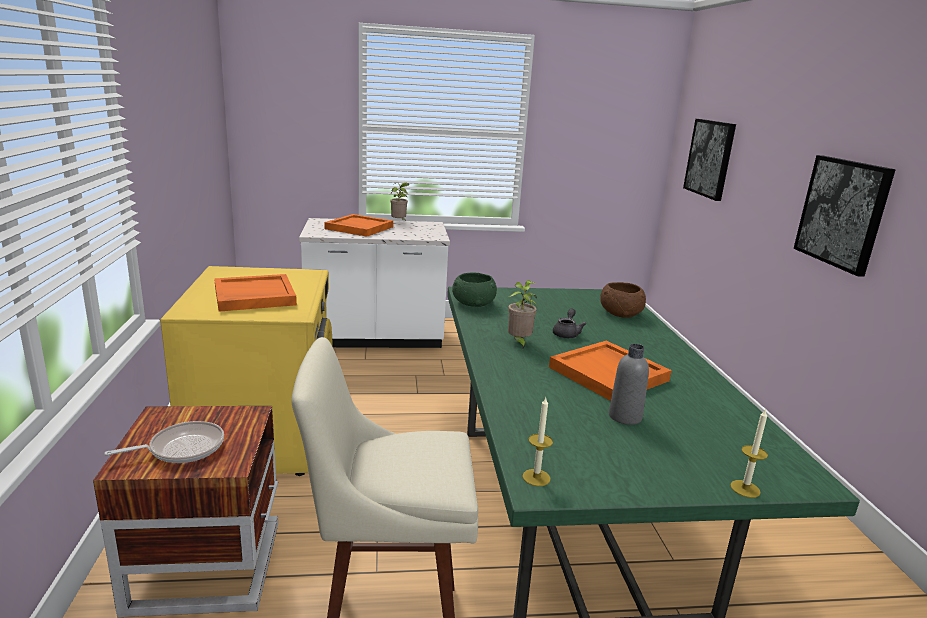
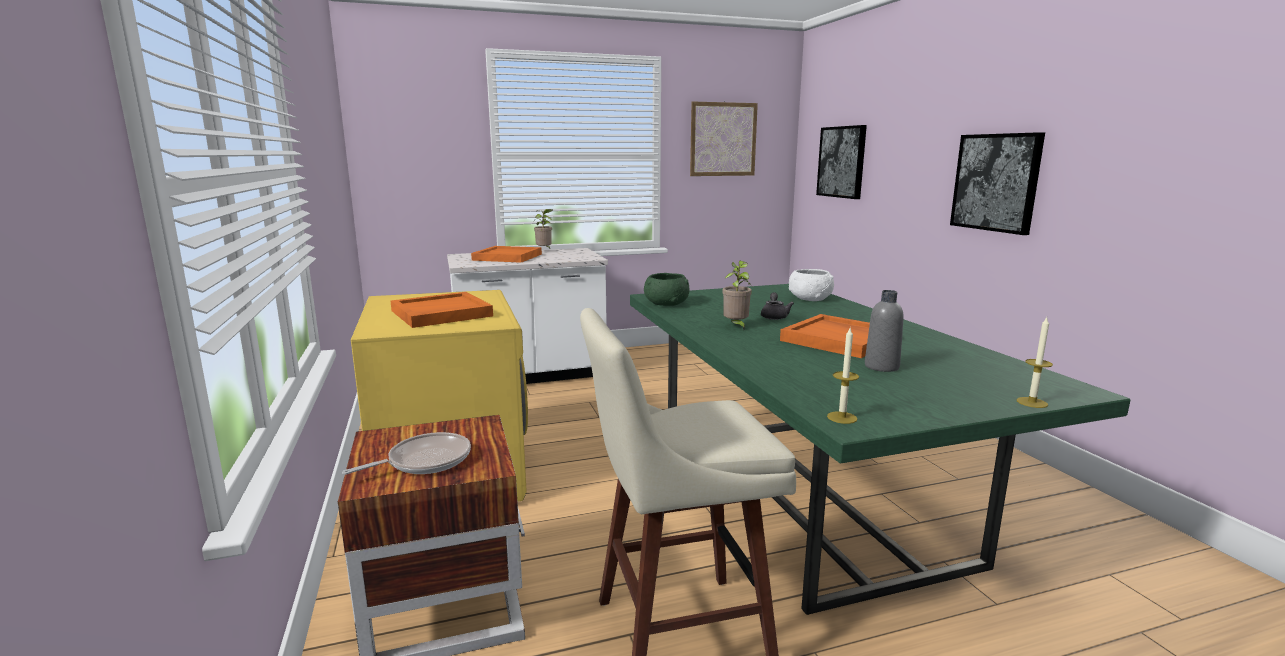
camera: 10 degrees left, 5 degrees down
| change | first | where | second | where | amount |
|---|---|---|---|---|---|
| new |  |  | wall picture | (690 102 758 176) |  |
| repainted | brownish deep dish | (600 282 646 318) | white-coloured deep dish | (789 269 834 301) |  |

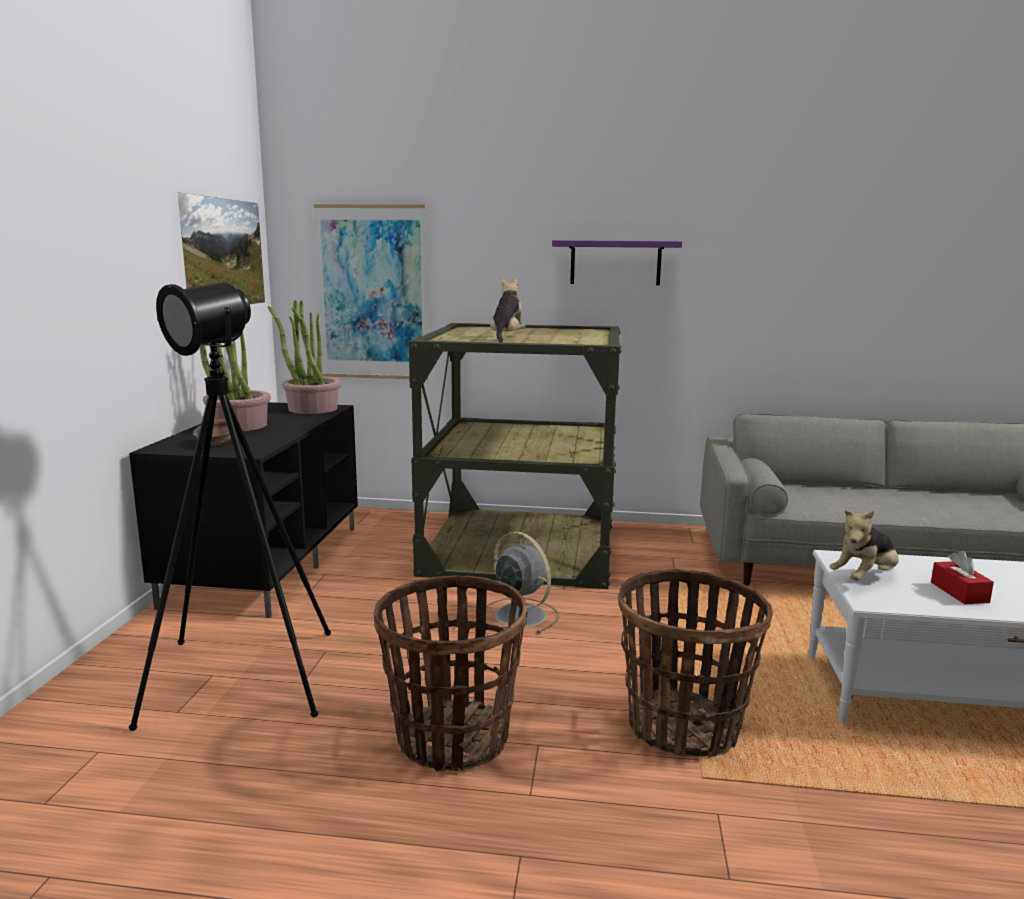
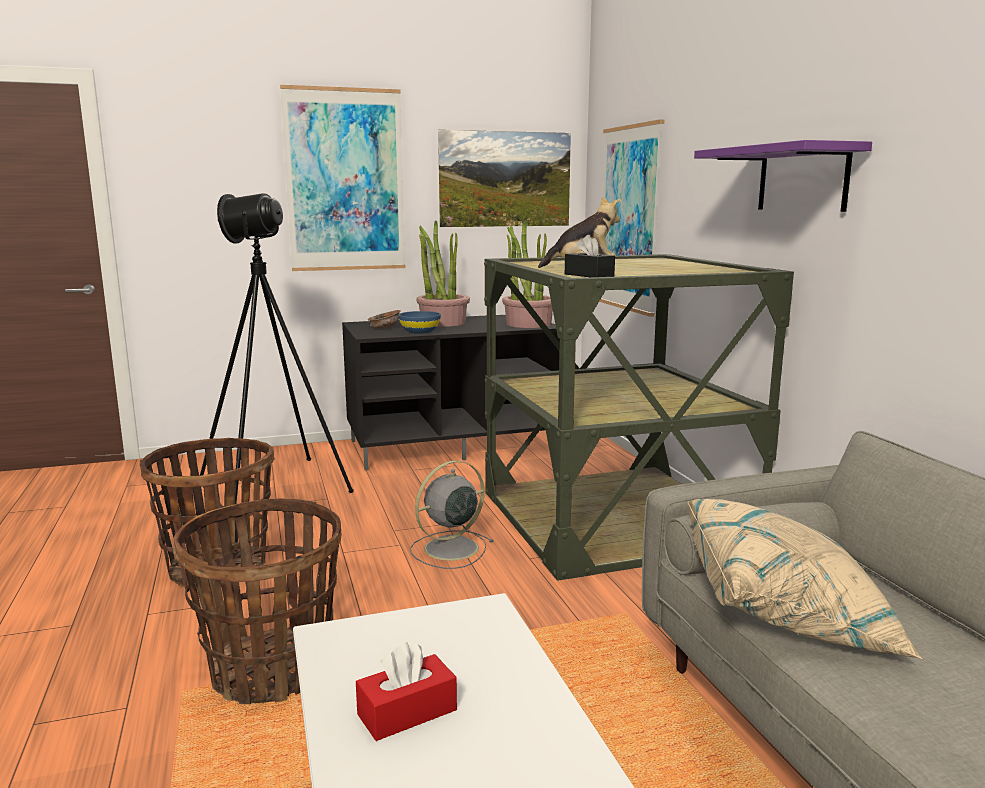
camera: 65 degrees right, 0 degrees up
| change | first | where | second | where | amount |
|---|---|---|---|---|---|
| gone | plush toy | (829 510 899 581) |  |  |  |
| new |  |  | wall picture | (280 85 405 271) |  |
| new |  |  | bluish deep dish | (399 311 441 334) |  |
| new |  |  | black-coloured box of tissues | (565 235 615 277) |  |
| new |  |  | beige throw pillow | (688 499 922 659) |  |
| rotated | greyish cooling fan | (486 531 559 634) |  | (410 460 494 569) | 150 degrees counterclockwise |

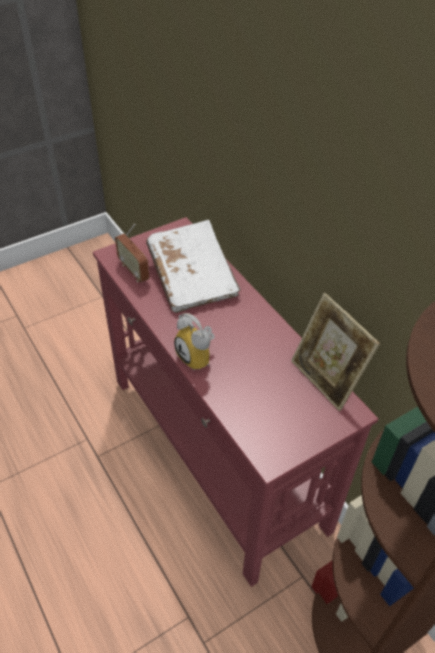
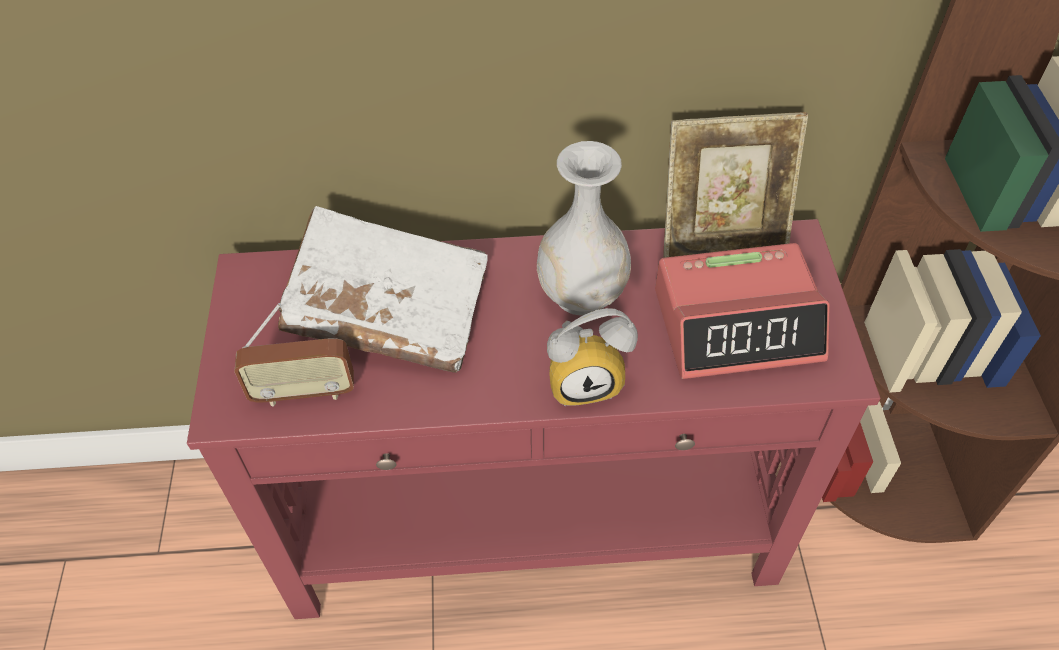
camera: 60 degrees left, 5 degrees up
| change | first | where | second | where | amount |
|---|---|---|---|---|---|
| new |  |  | white-coloured vase | (537 141 631 316) |  |
| new |  |  | table clock | (655 243 830 379) |  |

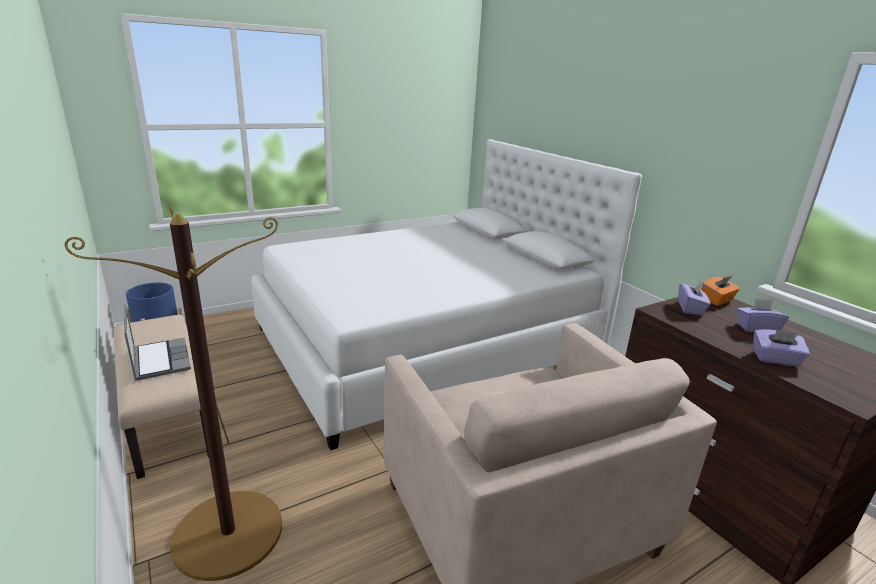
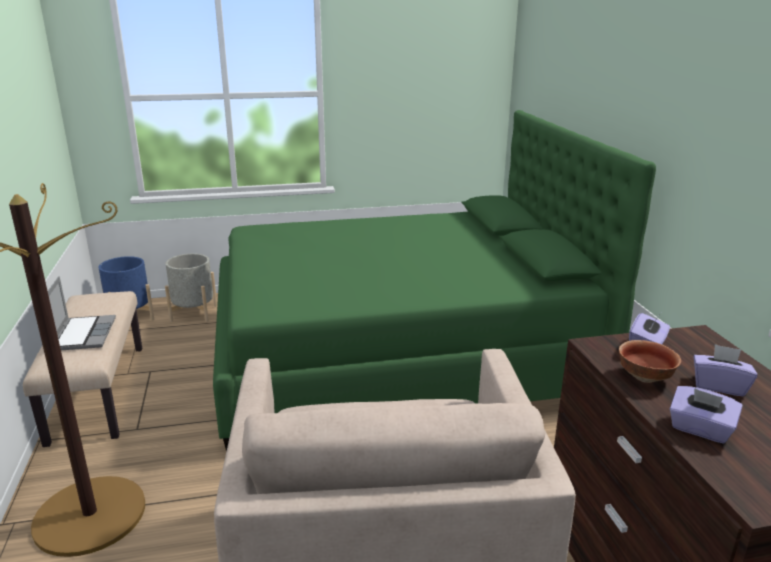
camera: 20 degrees right, 0 degrees up
| change | first | where | second | where | amount |
|---|---|---|---|---|---|
| gone | orangey box of tissues | (702 276 740 306) |  |  |  |
| new |  |  | greyish planter | (165 254 217 322) |  |
| new |  |  | deep dish | (619 340 681 383) |  |
| repainted | white-coloured bedroom bed | (251 139 642 450) | green-coloured bedroom bed | (213 110 656 451) |  |

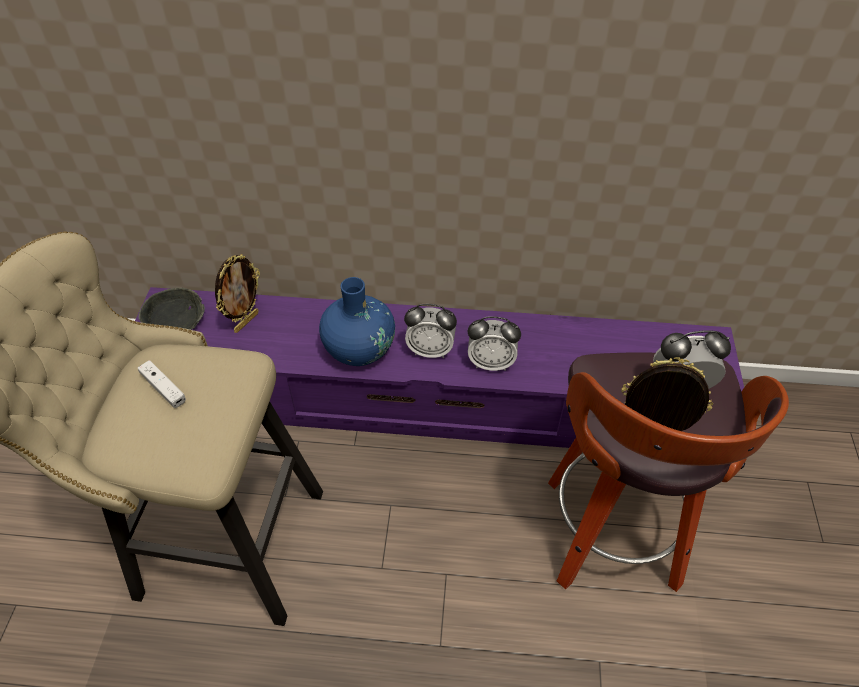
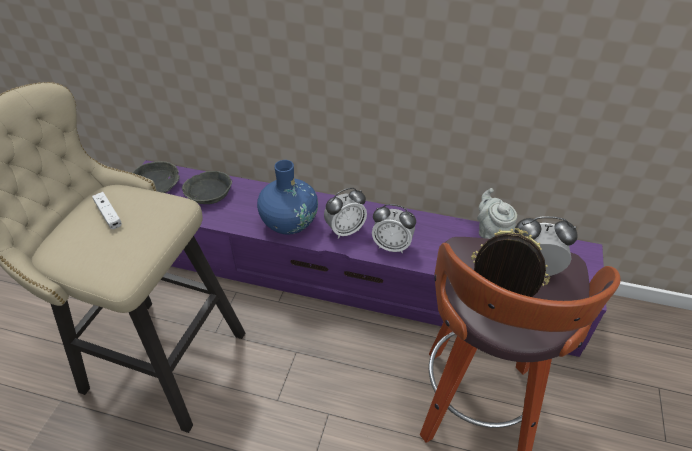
camera: 10 degrees right, 5 degrees down
| change | first | where | second | where | amount |
|---|---|---|---|---|---|
| new |  |  | greyish teapot | (477 188 517 239) |  |
| swapped | standing frame | (215 254 260 333) | greyish deep dish | (182 171 232 204) |  |
| rotated | table clock | (404 304 457 358) |  | (324 188 367 239) | 45 degrees counterclockwise |

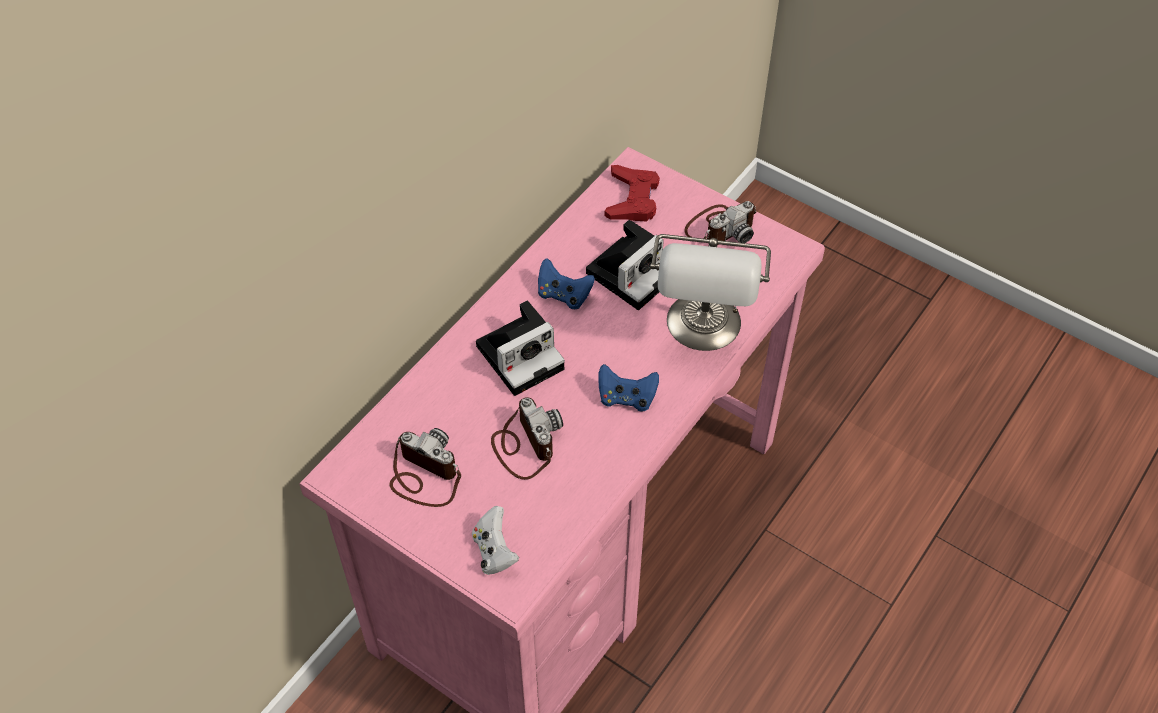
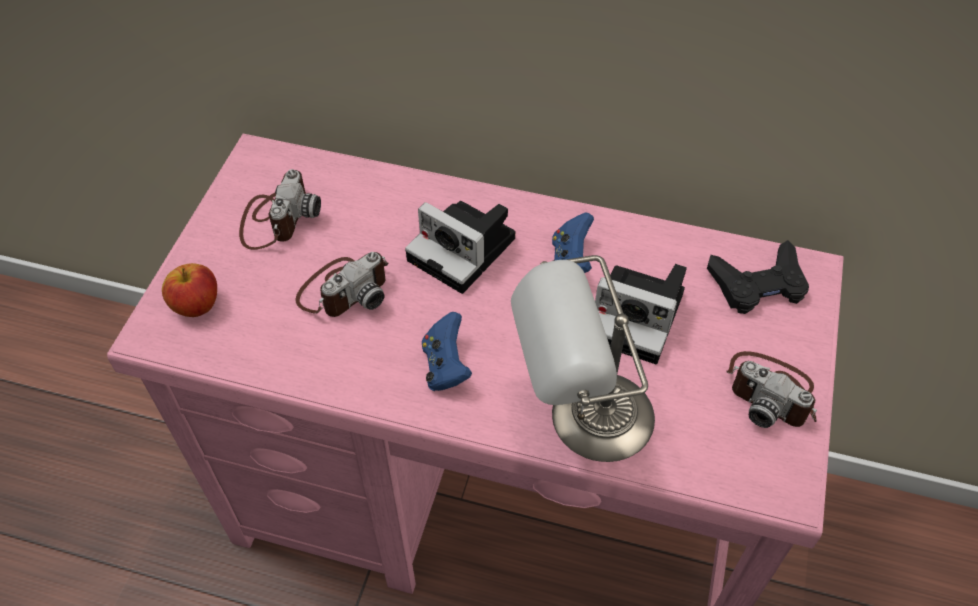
camera: 70 degrees right, 0 degrees up
| change | first | where | second | where | amount |
|---|---|---|---|---|---|
| swapped | white-coloured joypad | (472 506 519 575) | apple | (162 263 217 317) |  |
| repainted | reddish joypad | (605 165 660 222) | black-coloured joypad | (707 240 809 314) |  |

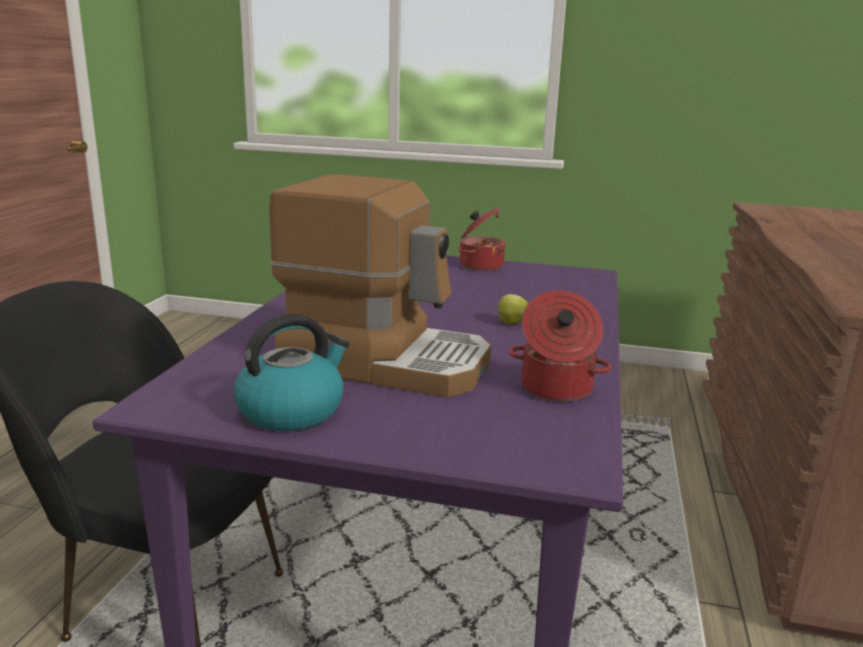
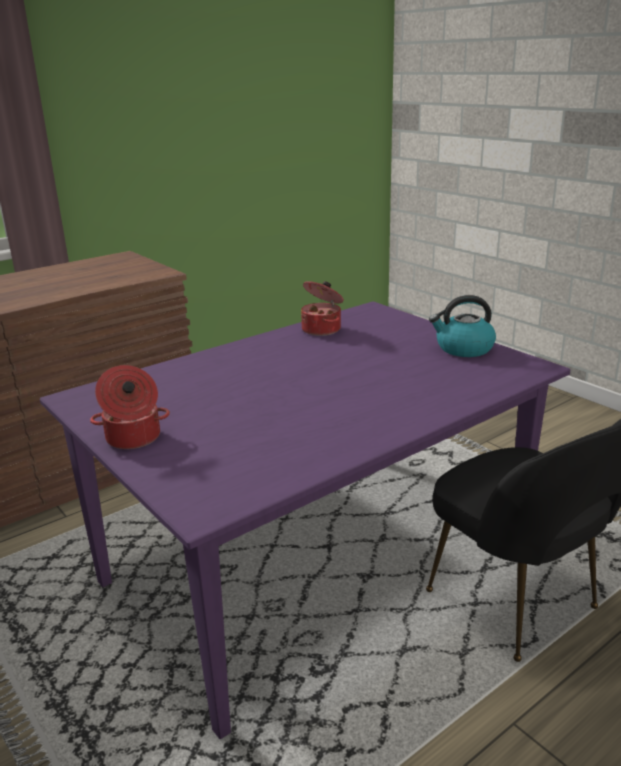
camera: 140 degrees left, 5 degrees up
| change | first | where | second | where | amount |
|---|---|---|---|---|---|
| gone | coffee machine | (269 174 491 397) |  |  |  |
| gone | apple | (497 294 529 324) |  |  |  |

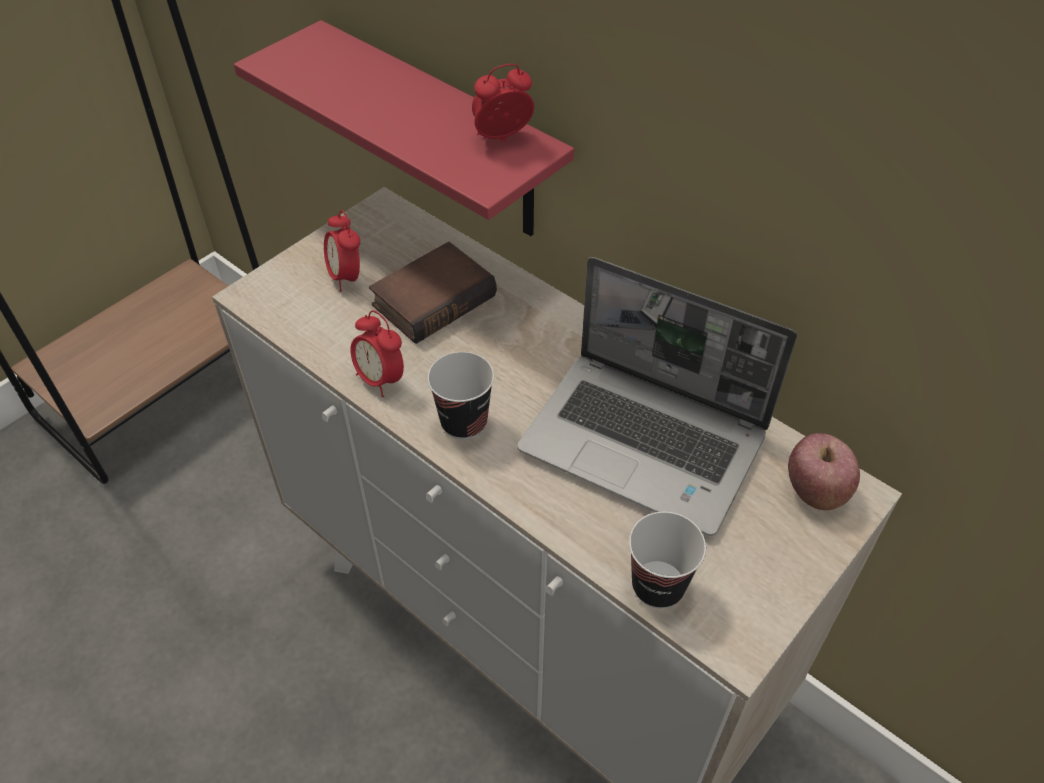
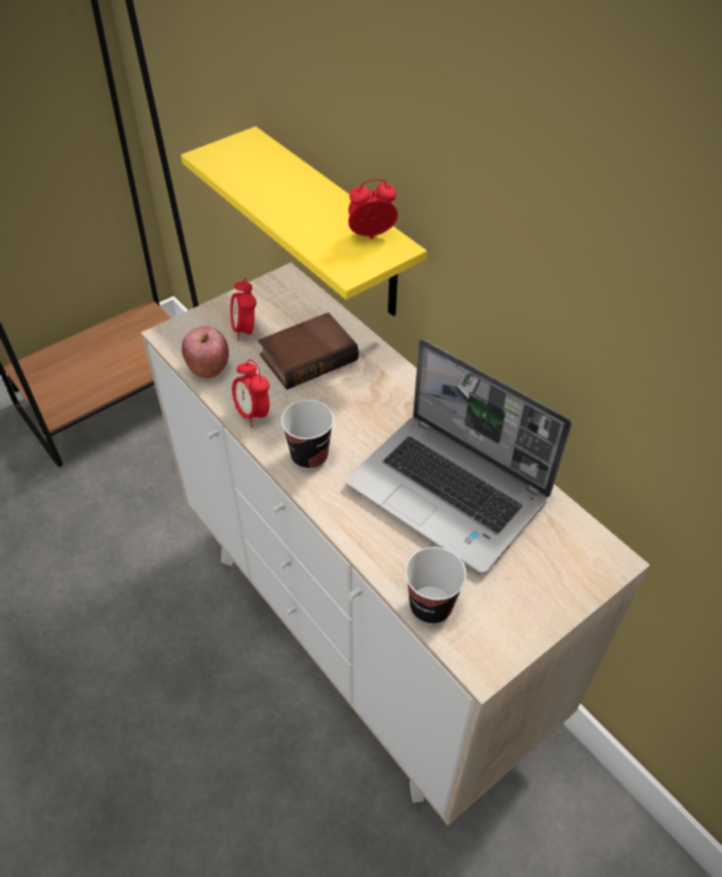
camera: 10 degrees right, 0 degrees up
| change | first | where | second | where | amount |
|---|---|---|---|---|---|
| shifted | apple | (788 433 860 510) |  | (182 326 229 378) |  |
| repainted | reddish shelf | (234 20 574 236) | yellowish shelf | (181 126 427 316) |  |

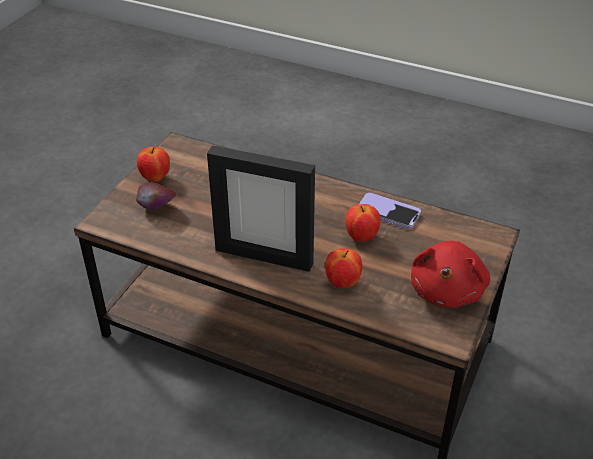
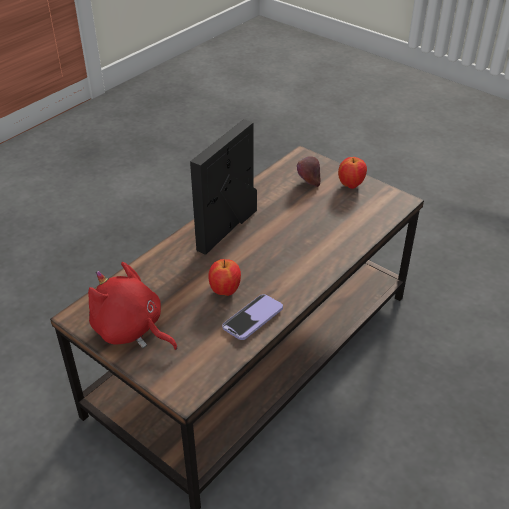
camera: 105 degrees right, 0 degrees up
| change | first | where | second | where | amount |
|---|---|---|---|---|---|
| gone | apple | (325 248 363 288) |  |  |  |

